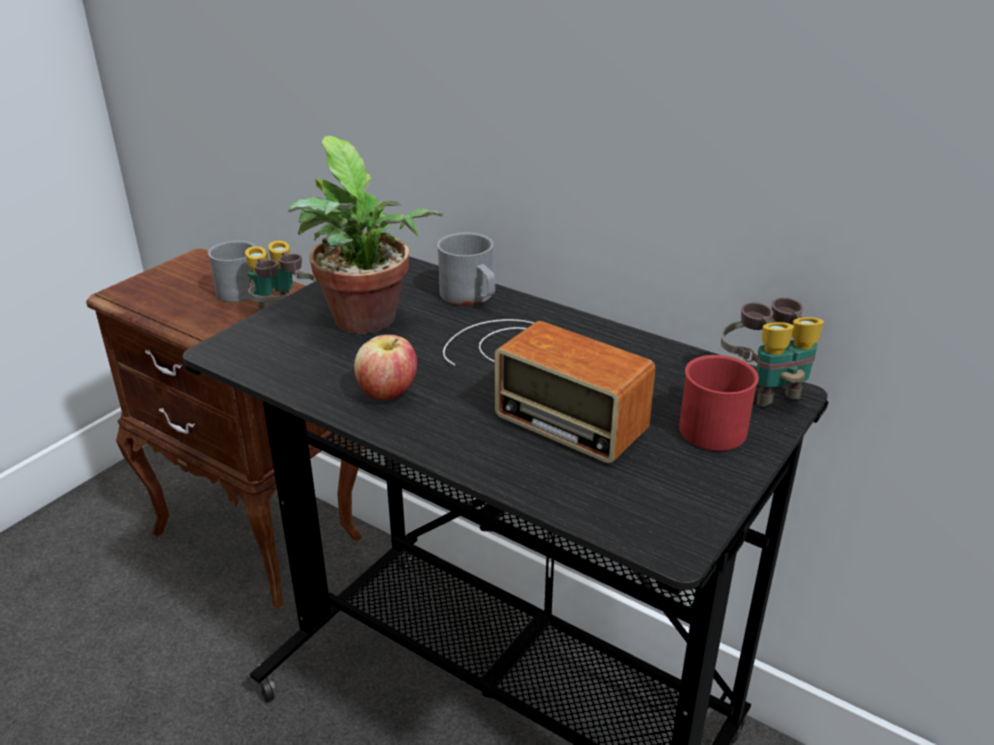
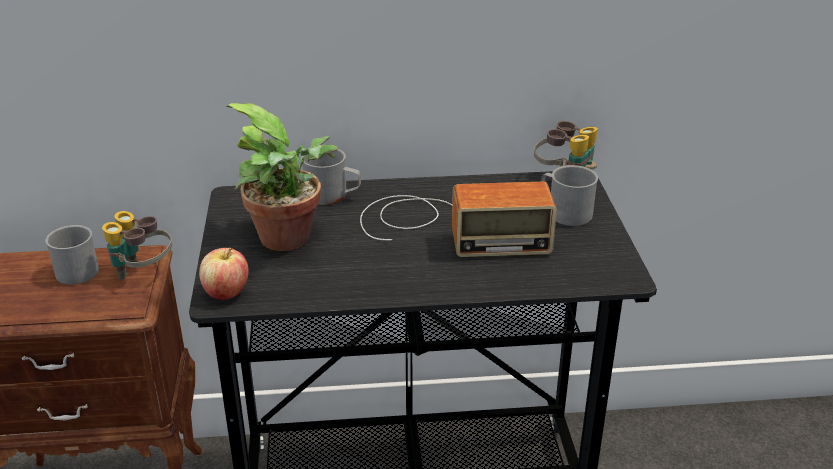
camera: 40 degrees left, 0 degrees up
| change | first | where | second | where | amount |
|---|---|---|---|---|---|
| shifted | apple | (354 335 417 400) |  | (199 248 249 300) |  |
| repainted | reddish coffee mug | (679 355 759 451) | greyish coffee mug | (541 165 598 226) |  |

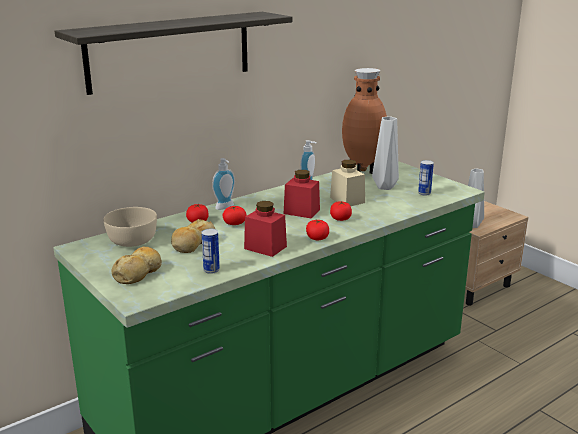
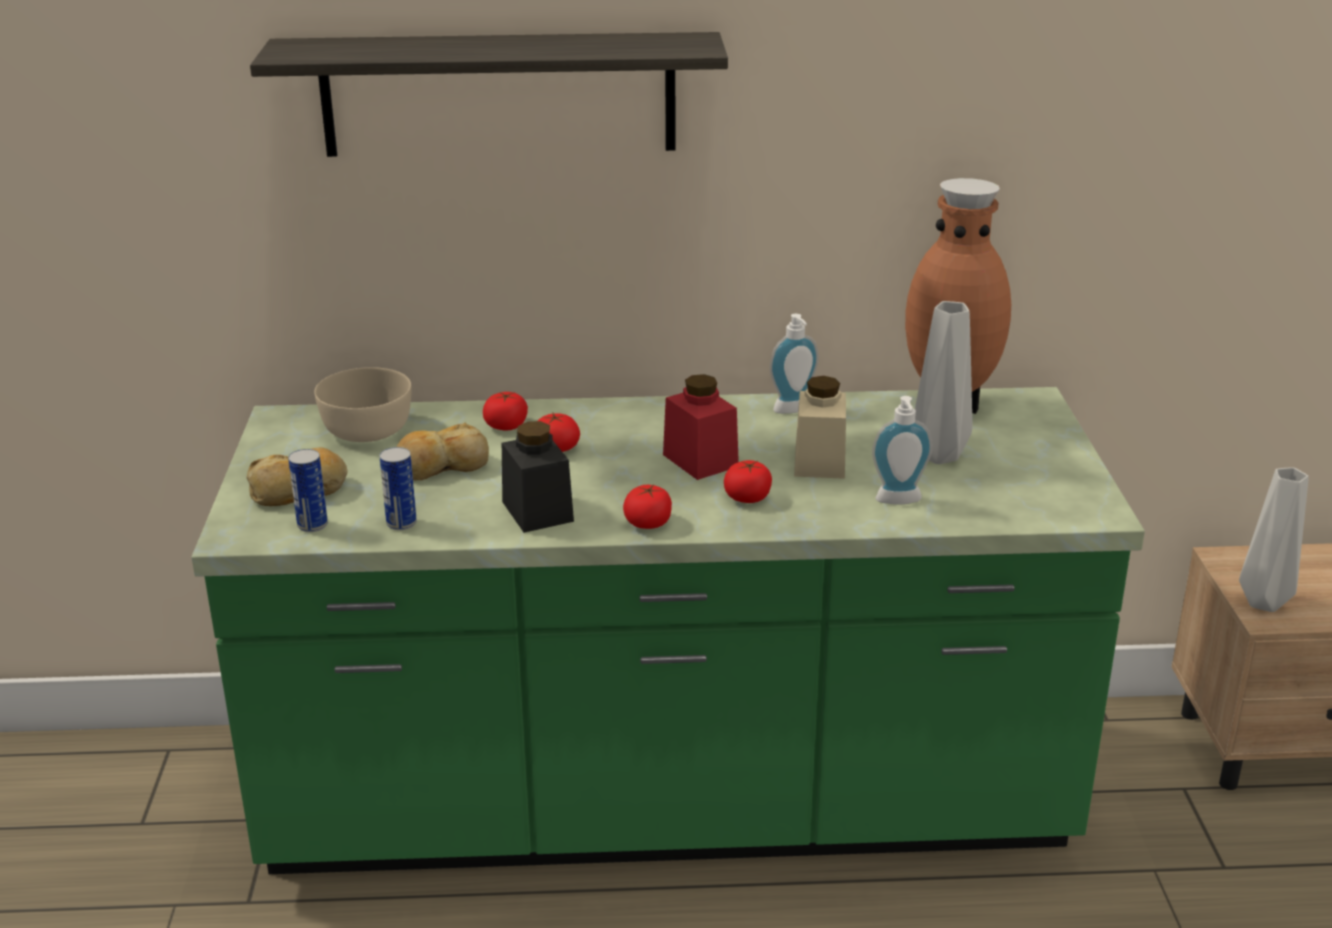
camera: 35 degrees right, 5 degrees up
| change | first | where | second | where | amount |
|---|---|---|---|---|---|
| shifted | soap bottle | (212 158 235 210) |  | (872 396 933 505) |  |
| shifted | metal can | (418 160 434 196) |  | (288 449 328 532) |  |
| repainted | reddish preserve jar | (244 201 287 257) | black-coloured preserve jar | (502 421 574 533) |  |

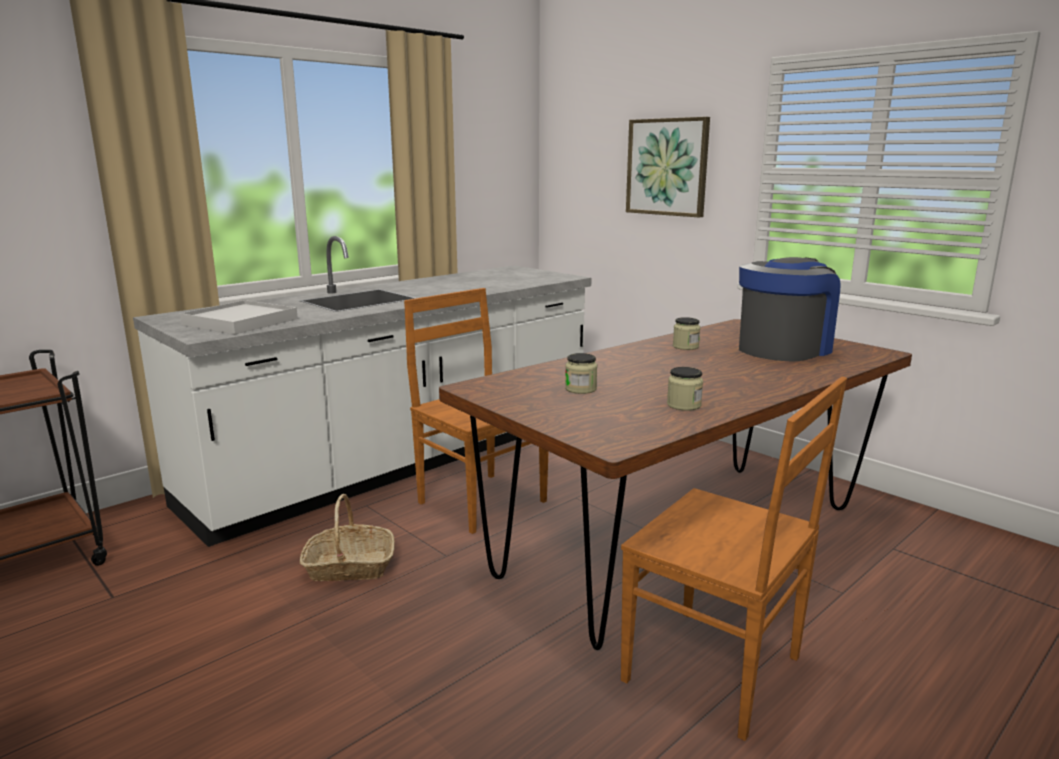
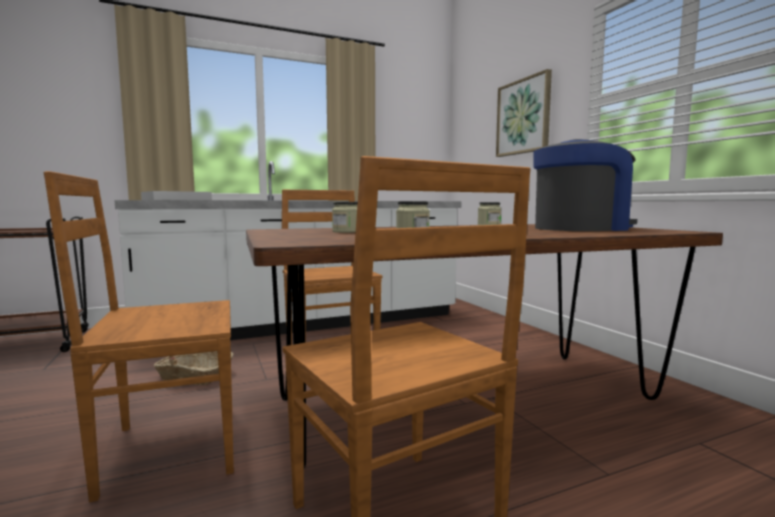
camera: 20 degrees right, 10 degrees down
| change | first | where | second | where | amount |
|---|---|---|---|---|---|
| new |  |  | brownish chair | (43 171 234 502) |  |

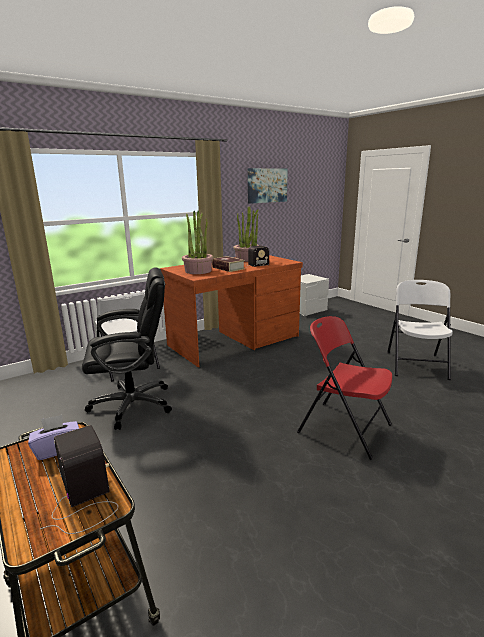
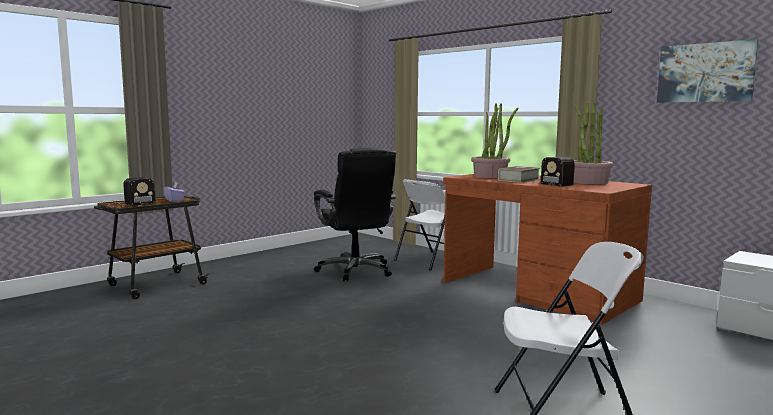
camera: 80 degrees right, 10 degrees down
| change | first | where | second | where | amount |
|---|---|---|---|---|---|
| gone | reddish chair | (297 316 392 460) |  |  |  |

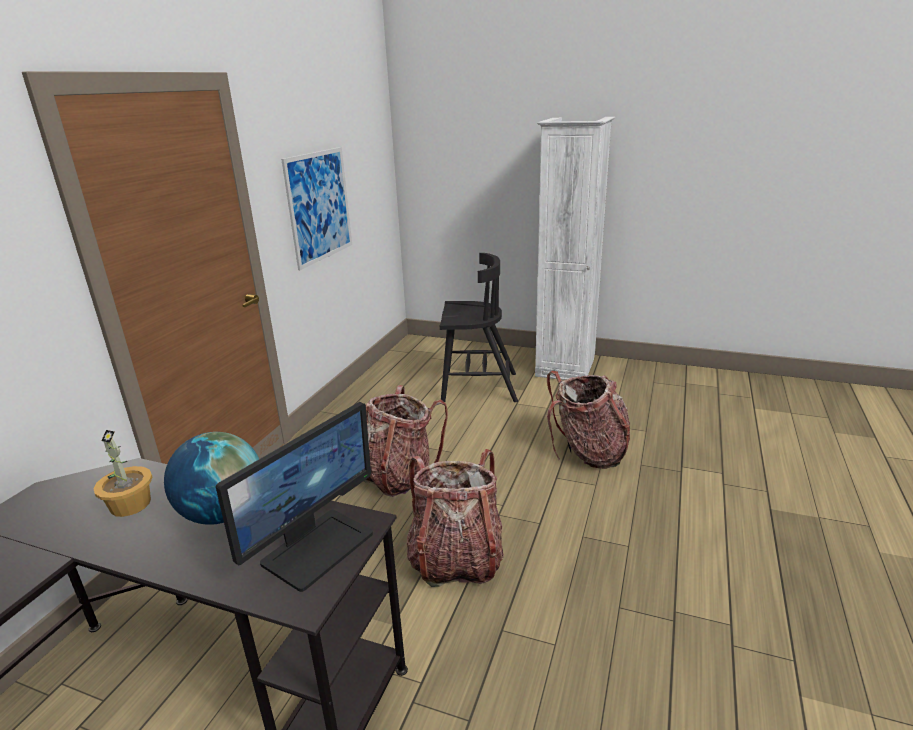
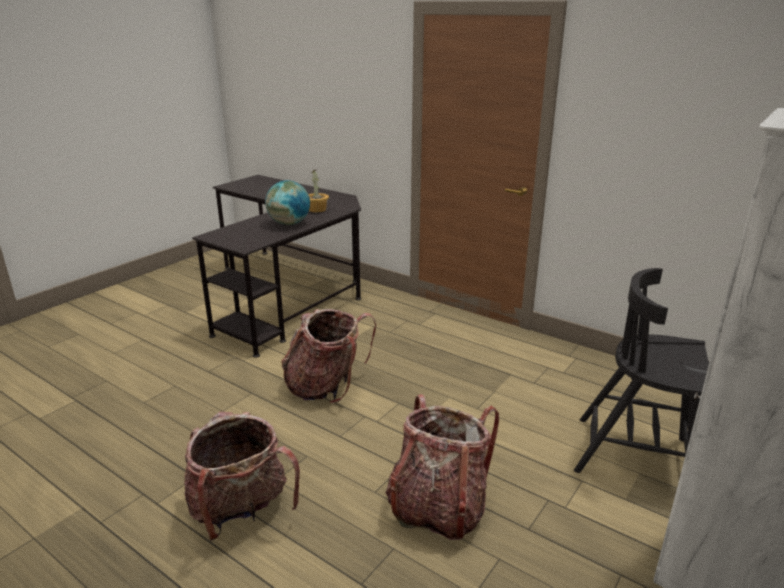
camera: 105 degrees right, 0 degrees up
| change | first | where | second | where | amount |
|---|---|---|---|---|---|
| gone | computer display | (216 402 373 592) |  |  |  |
| gone | wall picture | (281 147 352 270) |  |  |  |
| shifted | knapsack | (364 385 448 497) |  | (184 412 300 541) |  |
| rotated | black-coloured chair | (440 253 518 402) |  | (574 268 709 473) | 90 degrees clockwise |

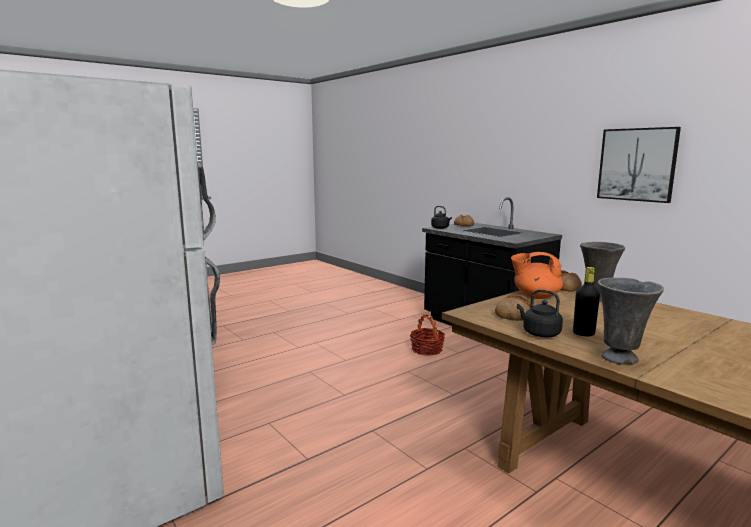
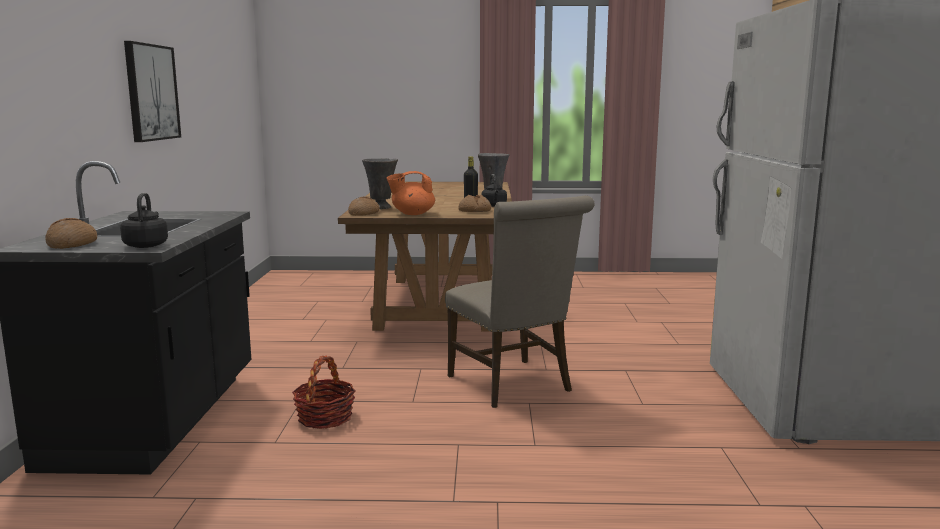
camera: 140 degrees left, 0 degrees up
| change | first | where | second | where | amount |
|---|---|---|---|---|---|
| new |  |  | beige chair | (445 196 595 408) |  |
| rotated | orangey teapot | (511 252 563 299) |  | (387 171 435 215) | 120 degrees clockwise |

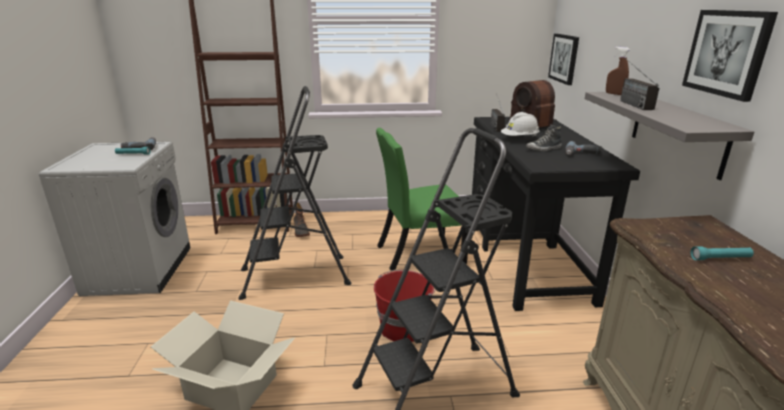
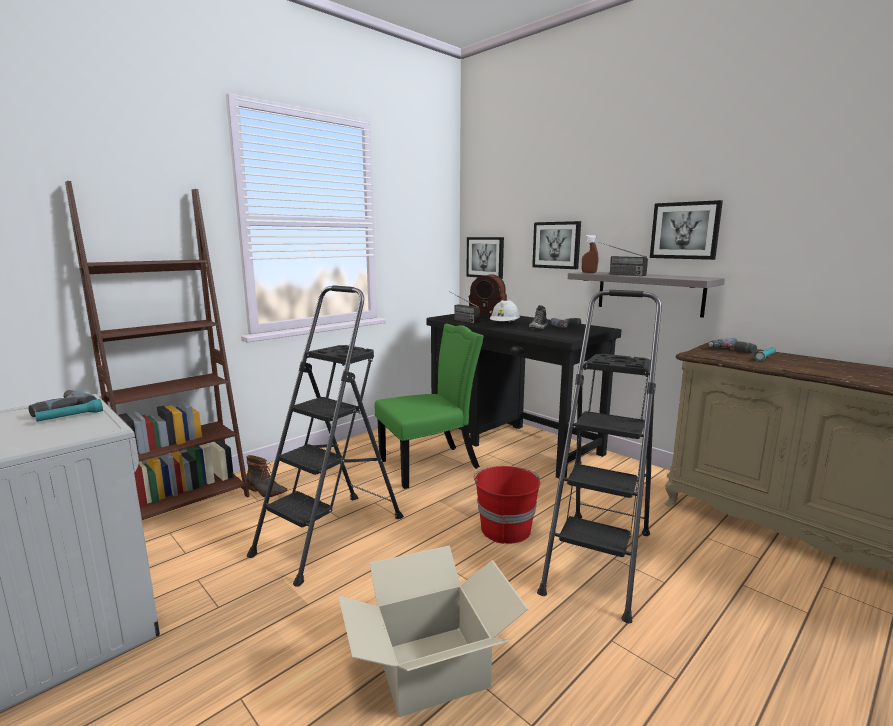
camera: 40 degrees left, 10 degrees down
| change | first | where | second | where | amount |
|---|---|---|---|---|---|
| new |  |  | wall picture | (532 221 581 269) |  |
| new |  |  | drill | (708 338 757 353) |  |
| rotated | green-coloured chair | (376 128 468 271) |  | (375 324 484 489) | 150 degrees counterclockwise |

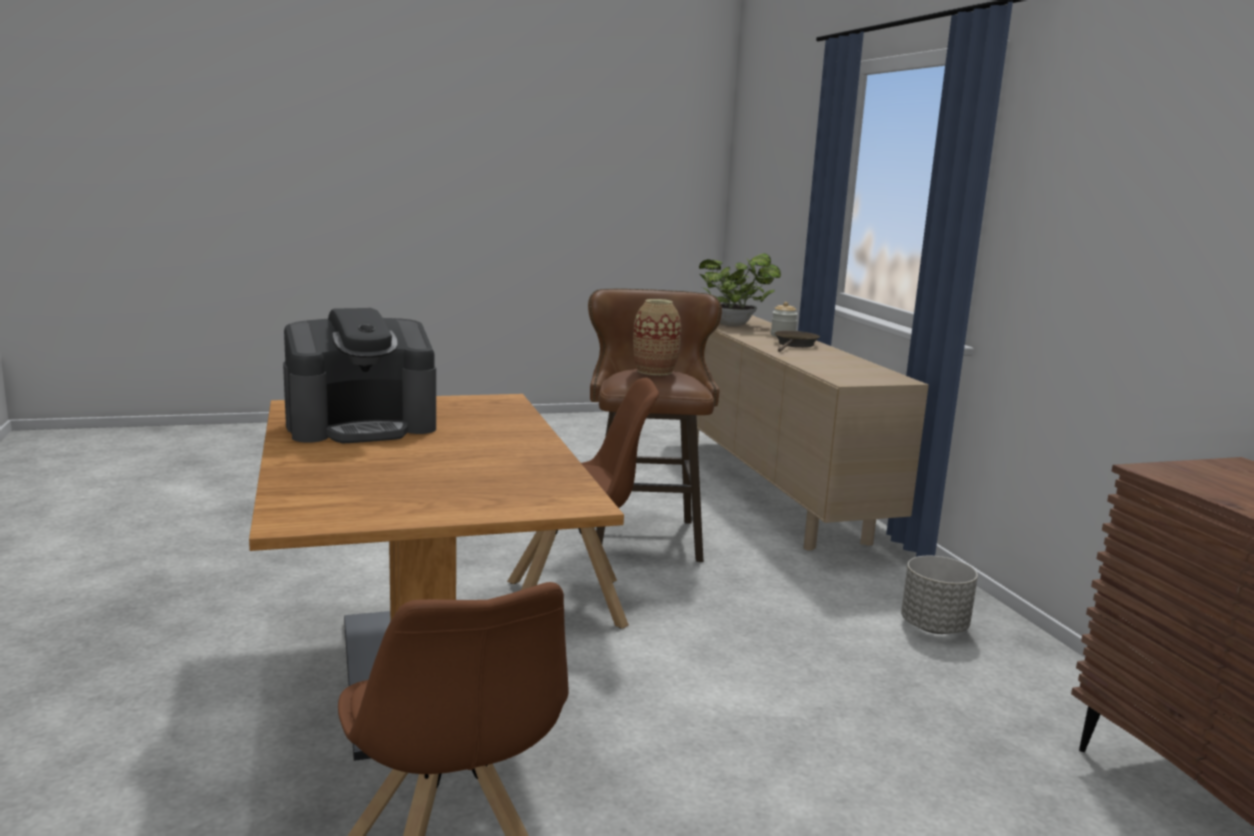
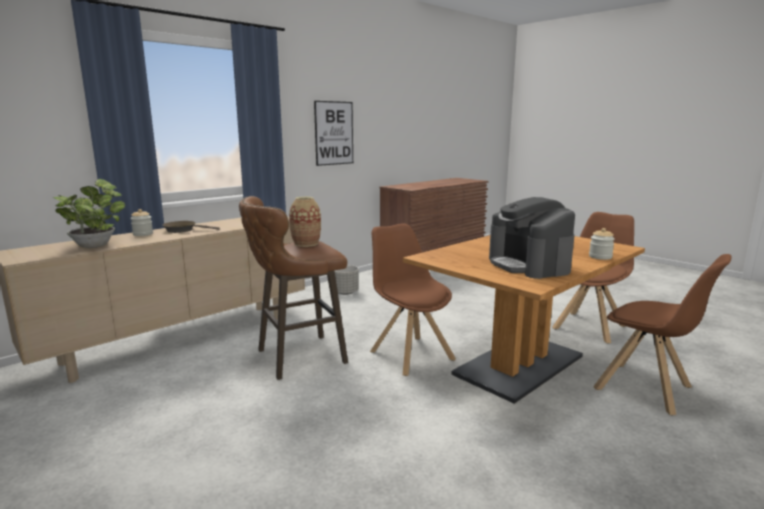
camera: 115 degrees left, 0 degrees up
| change | first | where | second | where | amount |
|---|---|---|---|---|---|
| new |  |  | wall picture | (314 101 353 166) |  |
| new |  |  | preserve jar | (589 228 615 260) |  |
| new |  |  | brownish chair | (593 254 732 416) |  |
| rotated | coffee machine | (283 308 436 443) |  | (489 197 575 279) | 150 degrees counterclockwise |

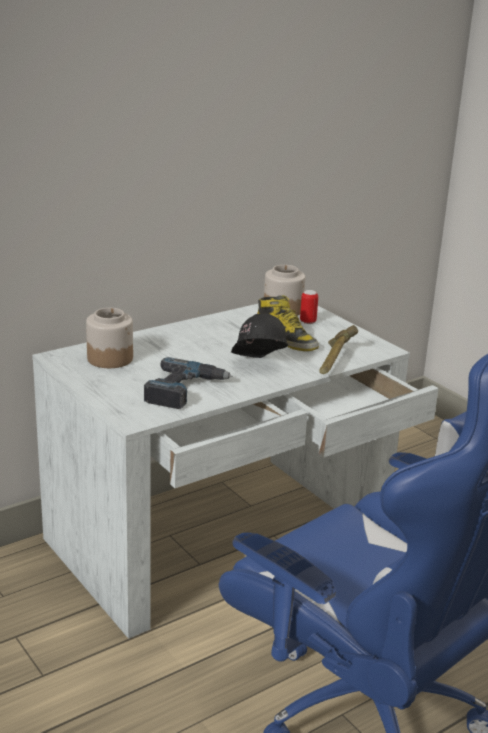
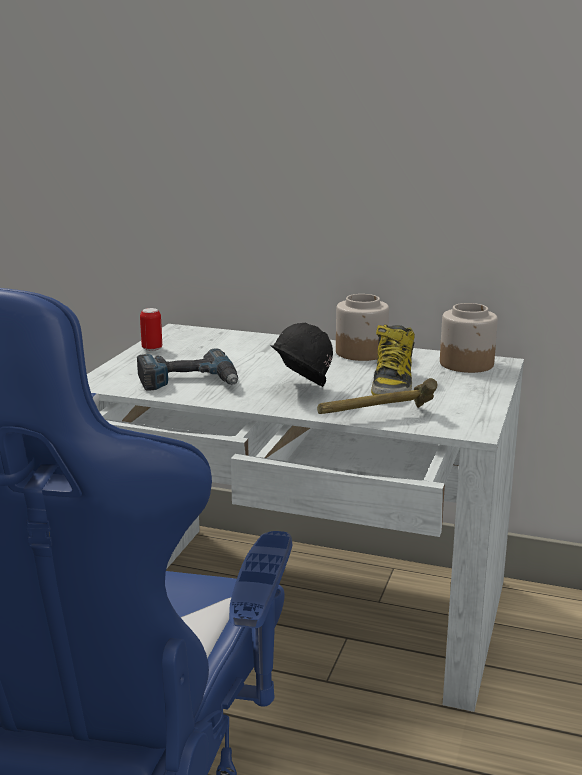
camera: 55 degrees right, 5 degrees down
| change | first | where | second | where | amount |
|---|---|---|---|---|---|
| shifted | preserve jar | (86 308 133 368) |  | (336 294 389 361) |  |
| shifted | metal can | (300 290 318 324) |  | (140 308 162 351) |  |

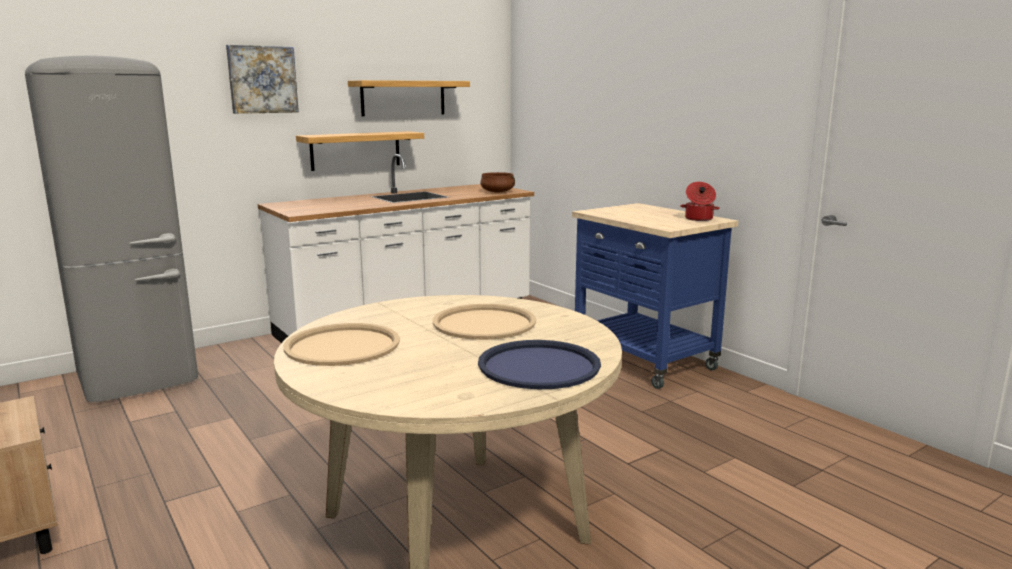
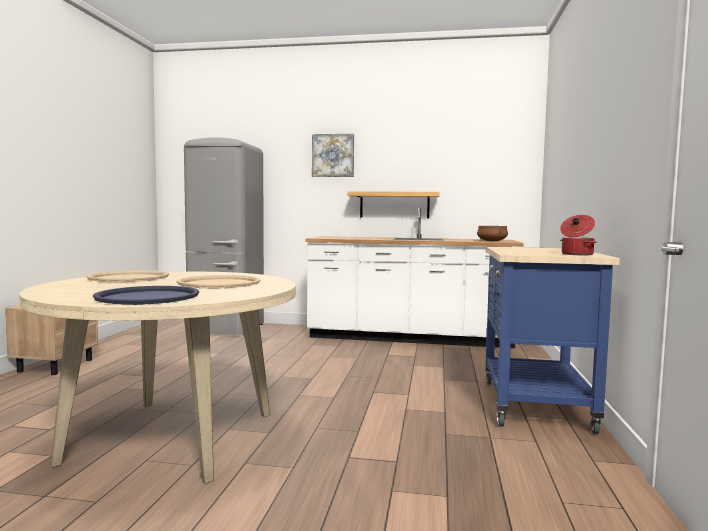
camera: 45 degrees right, 10 degrees down
| change | first | where | second | where | amount |
|---|---|---|---|---|---|
| gone | shelf | (348 80 470 116) |  |  |  |

